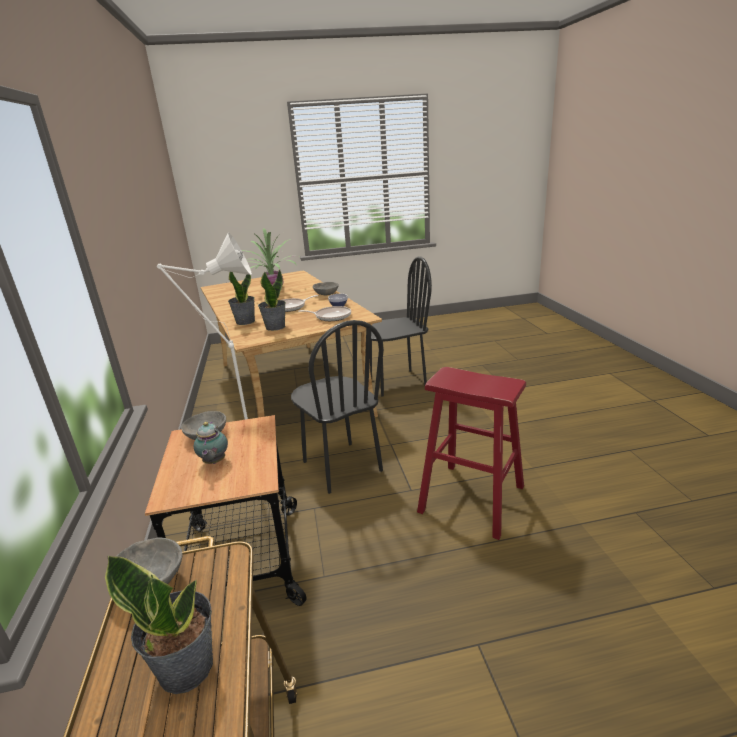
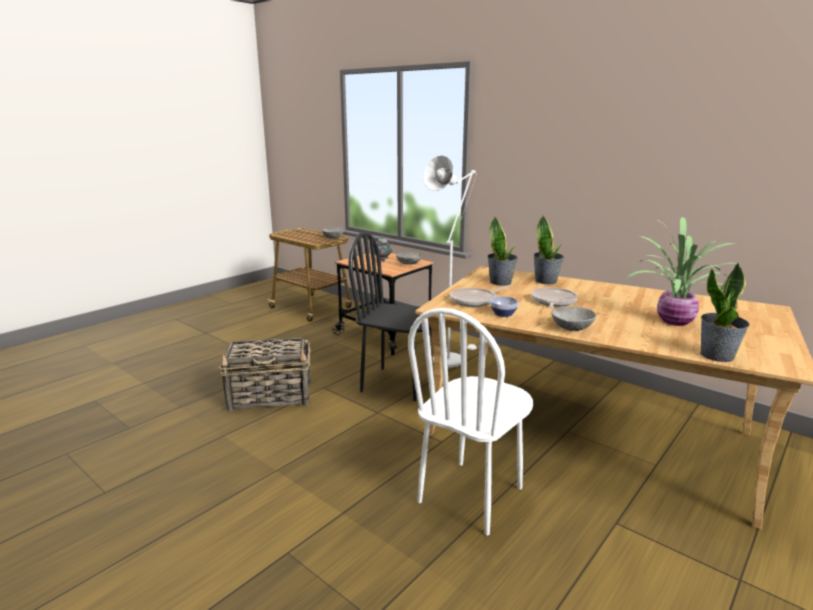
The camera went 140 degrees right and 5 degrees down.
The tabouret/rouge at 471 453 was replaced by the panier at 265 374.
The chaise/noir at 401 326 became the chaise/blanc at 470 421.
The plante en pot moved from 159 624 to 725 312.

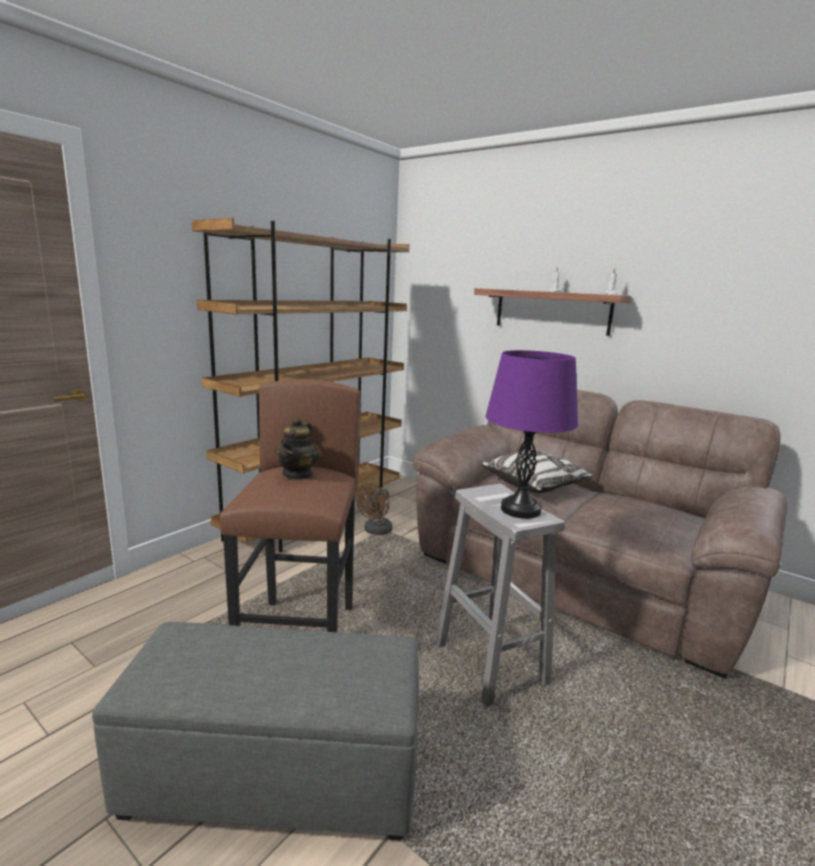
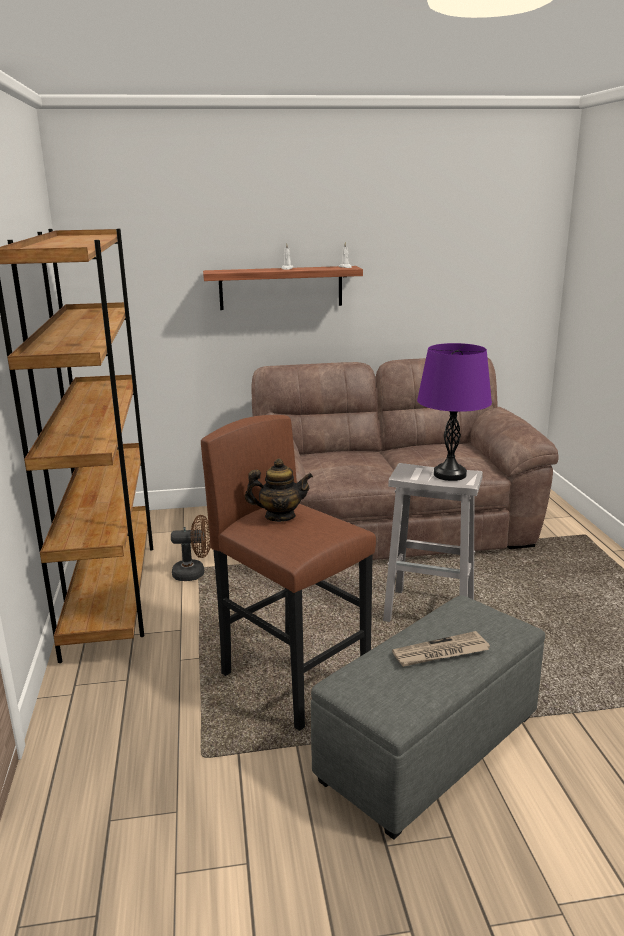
The camera went 45 degrees left and 5 degrees up.
The ventilateur/marron at 374 509 turned 75 degrees counterclockwise.
The théière at 297 448 turned 60 degrees counterclockwise.
The journal at 441 649 appeared.
The coussin at 537 471 disappeared.

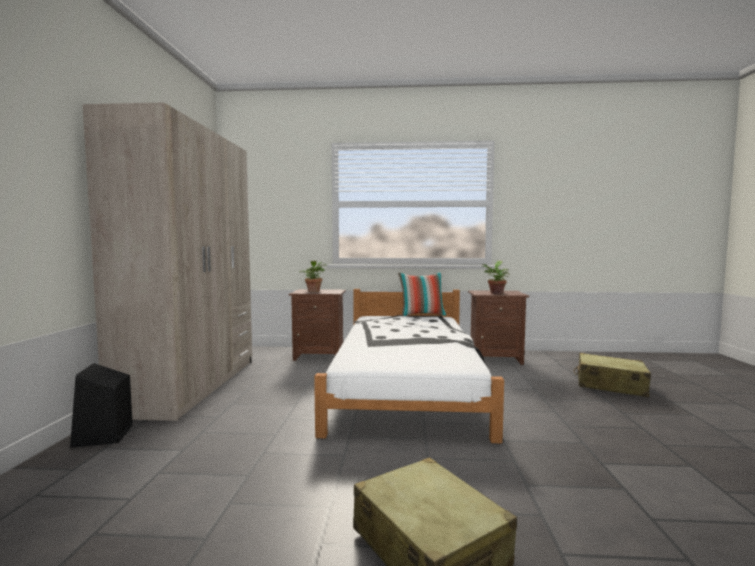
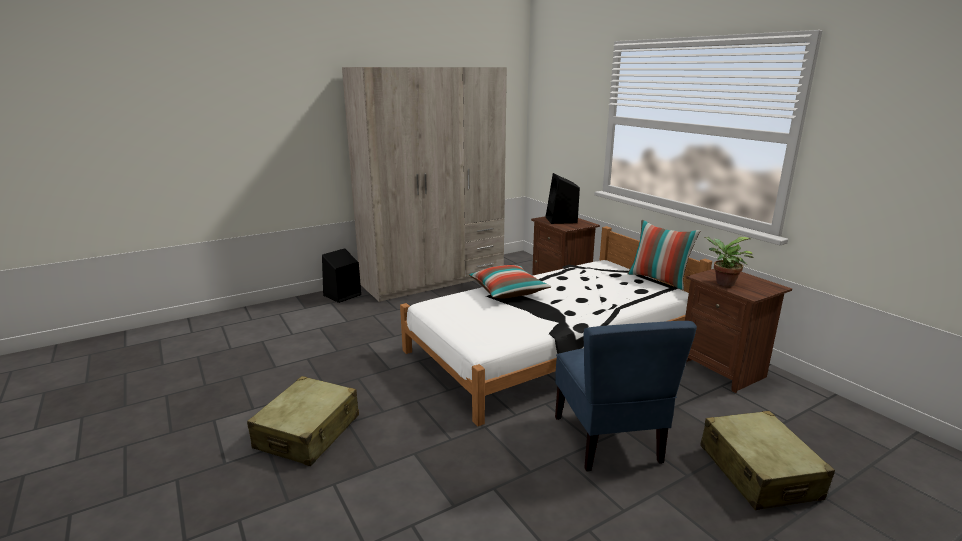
The camera went 55 degrees right and 15 degrees up.
The coussin at 510 281 appeared.
The plante en pot at 313 276 was replaced by the enceinte/noir at 563 198.
The chaise/bleu at 626 396 appeared.

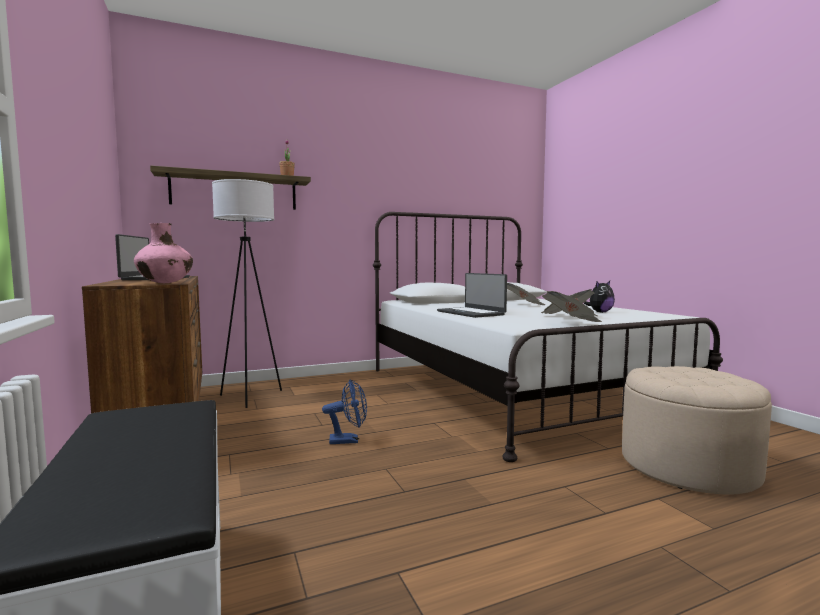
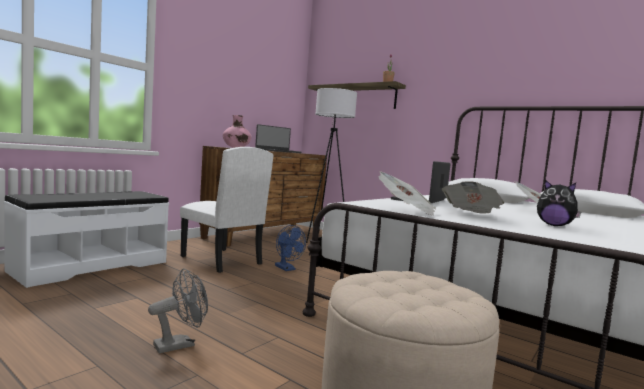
The camera went 60 degrees right and 0 degrees up.
The ventilateur/gris at 178 310 appeared.
The chaise/blanc at 226 210 appeared.

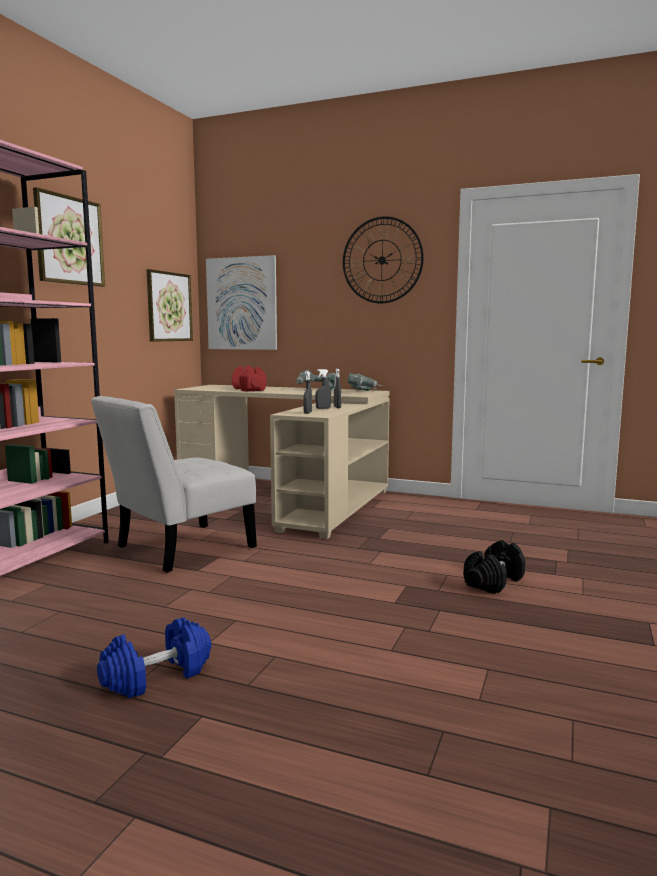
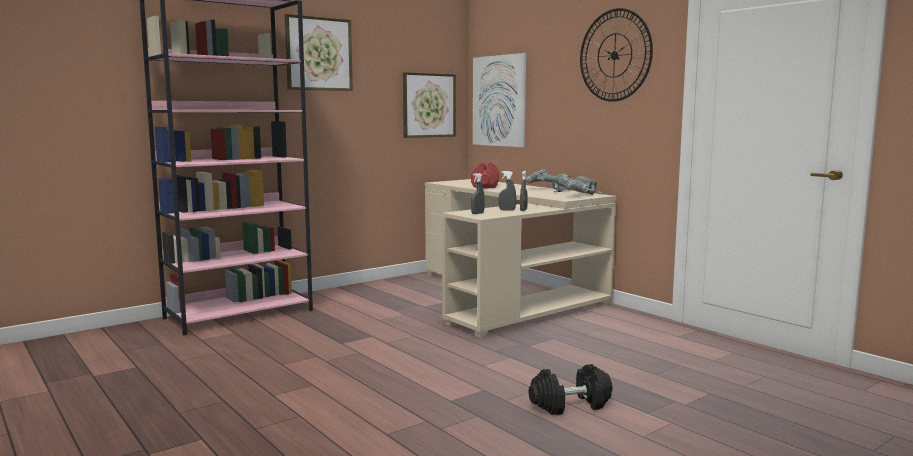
The camera went 30 degrees right and 0 degrees up.
The chaise/blanc at 174 484 disappeared.
The haltère/bleu at 154 658 disappeared.

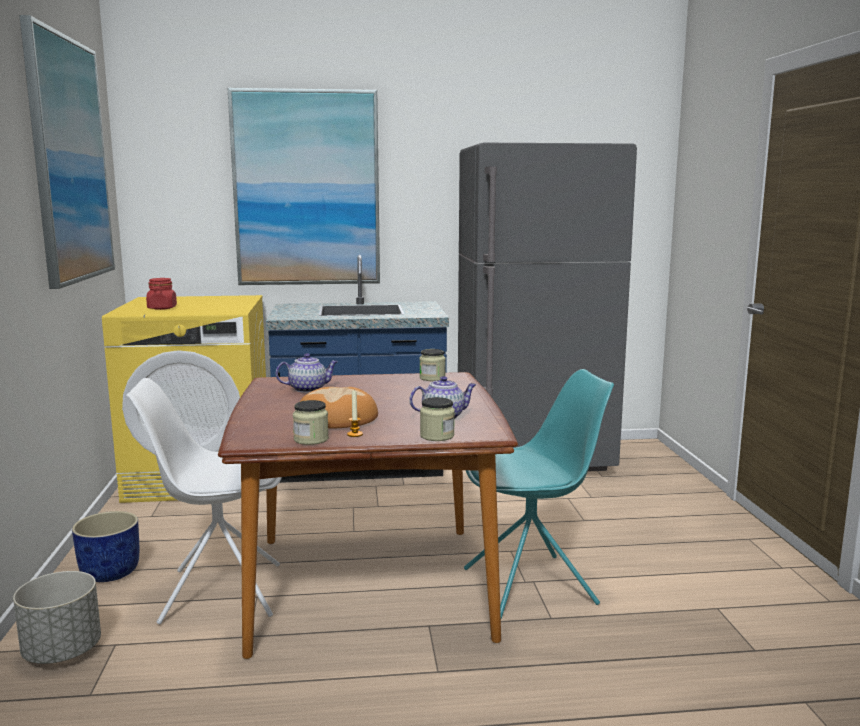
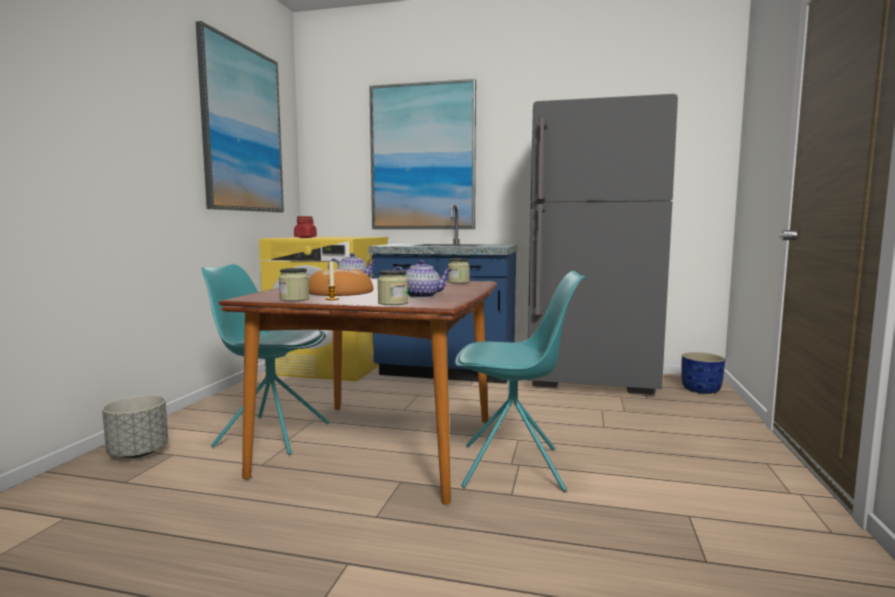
The camera went 20 degrees right and 5 degrees down.
The chaise/blanc at 204 501 became the chaise/turquoise at 265 359.
The cache-pot/bleu moved from 105 546 to 703 373.

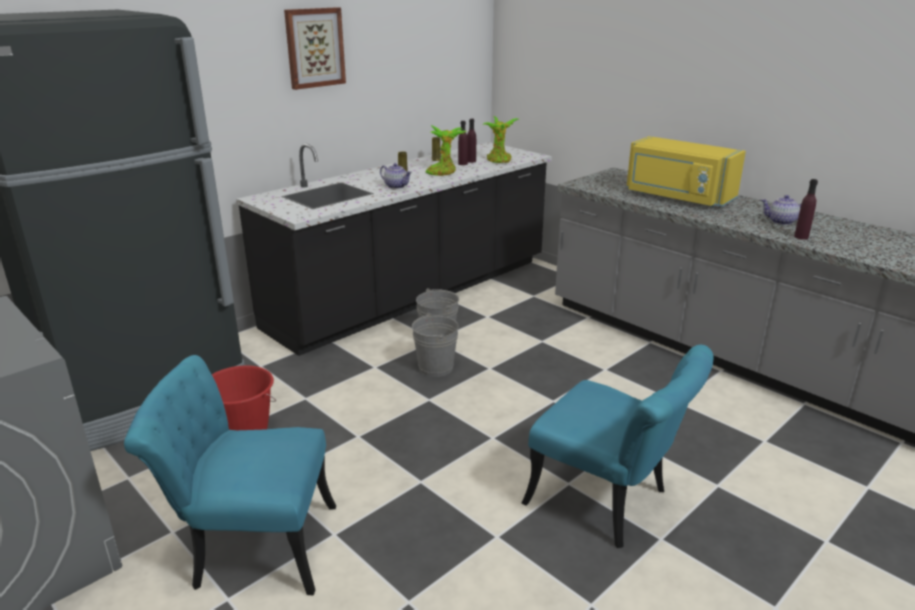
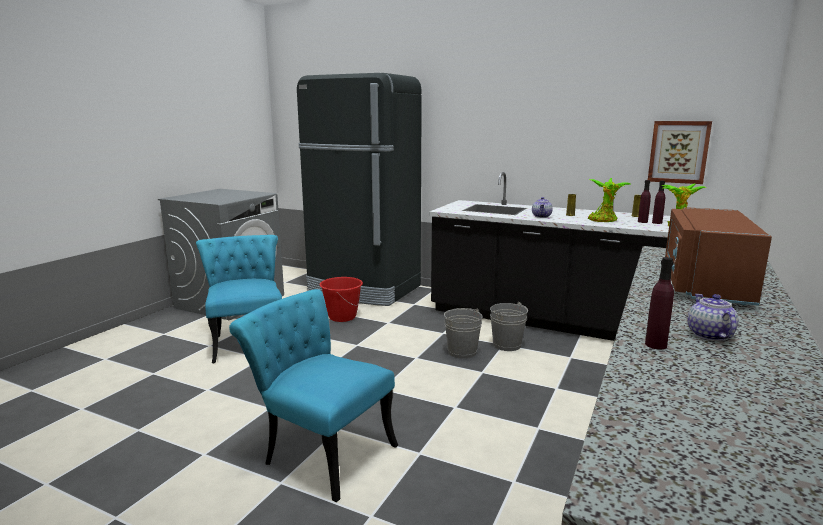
The camera went 70 degrees right and 10 degrees down.
The chaise/turquoise at 617 446 turned 105 degrees clockwise.
The tableau moved from 315 48 to 680 152.
The micro-ondes/jaune at 686 171 became the micro-ondes/marron at 718 256.

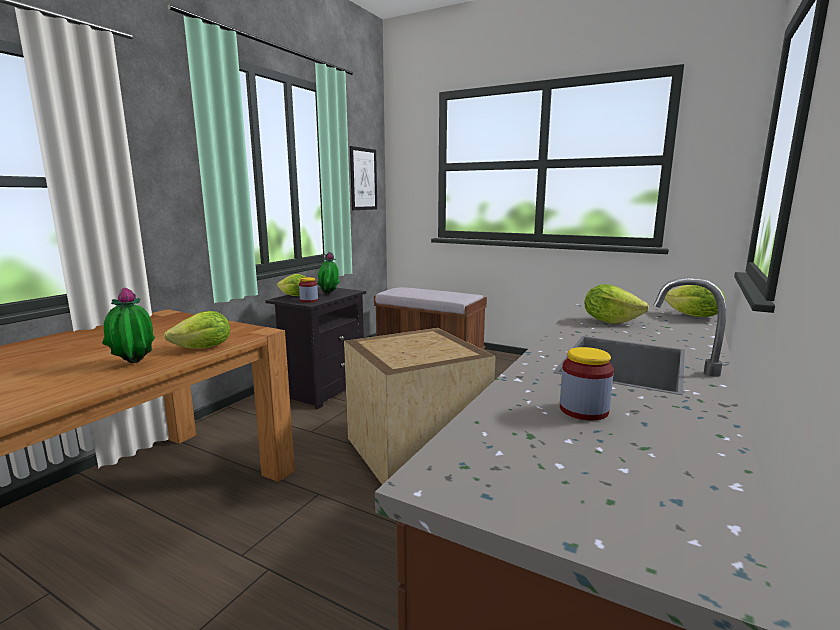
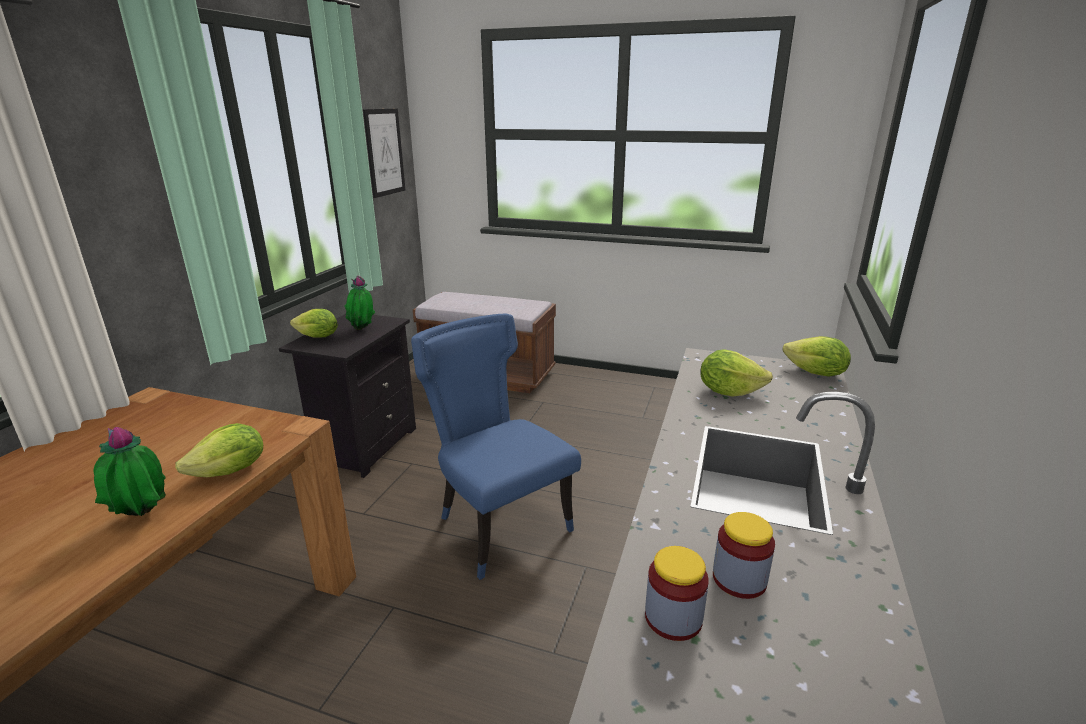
The camera went 10 degrees left and 10 degrees up.
The caisse at 420 406 was replaced by the chaise/bleu at 496 447.
The bocal moved from 308 290 to 677 593.

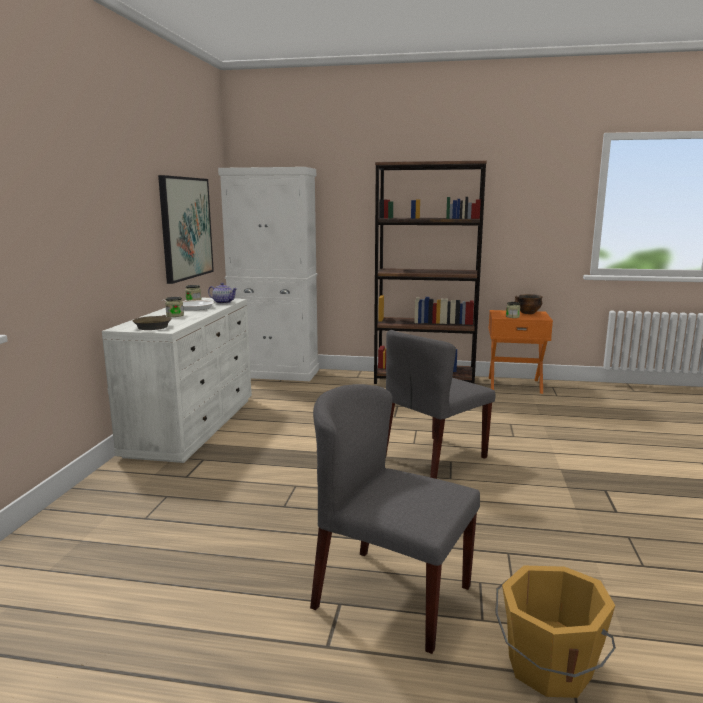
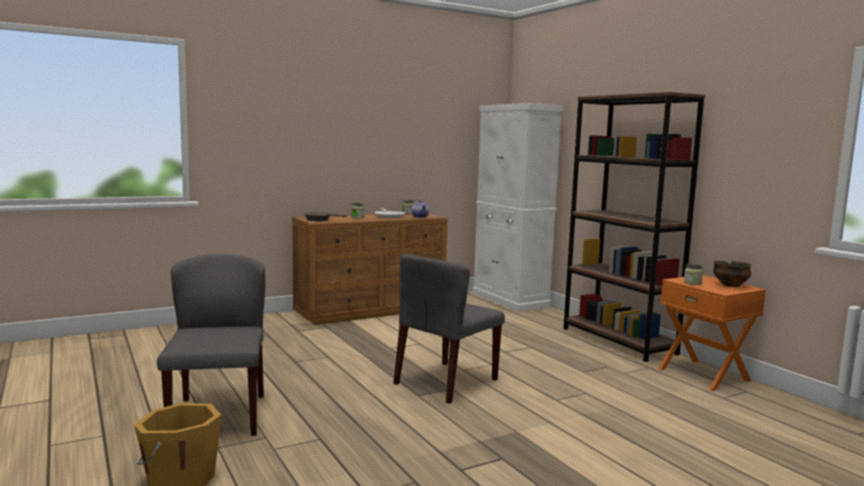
The camera went 50 degrees right and 5 degrees down.
The commode/blanc at 177 380 became the commode/marron at 370 269.
The chaise/gris at 441 404 turned 60 degrees counterclockwise.
The tableau at 186 229 disappeared.

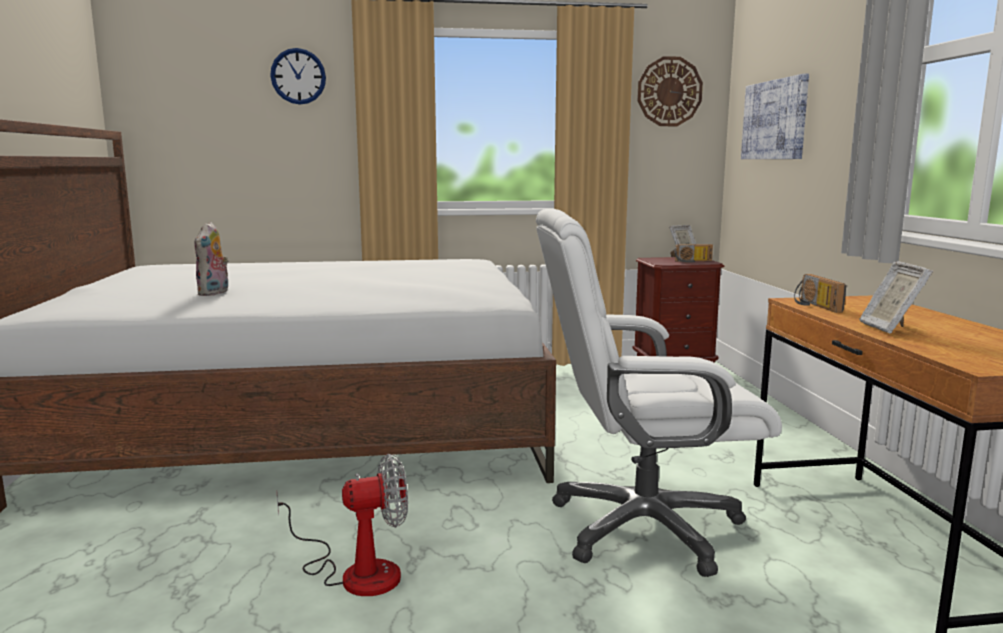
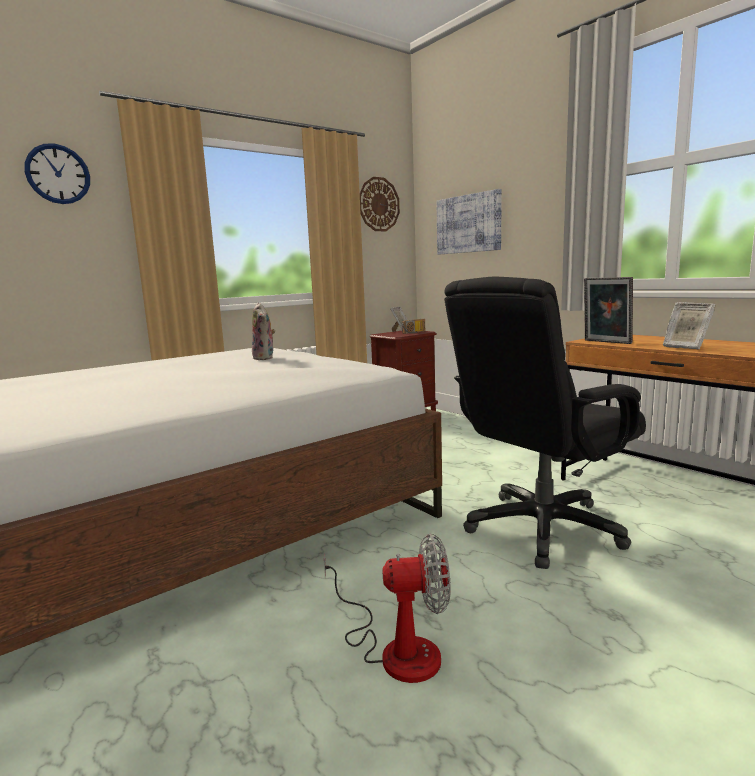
The camera went 30 degrees left and 0 degrees up.
The peluche moved from 211 259 to 263 331.
The ventilateur at 342 525 turned 45 degrees clockwise.
The chaise de bureau/blanc at 659 393 became the chaise de bureau/noir at 545 423.
The radio at 820 293 was replaced by the cadre photo at 608 310.

